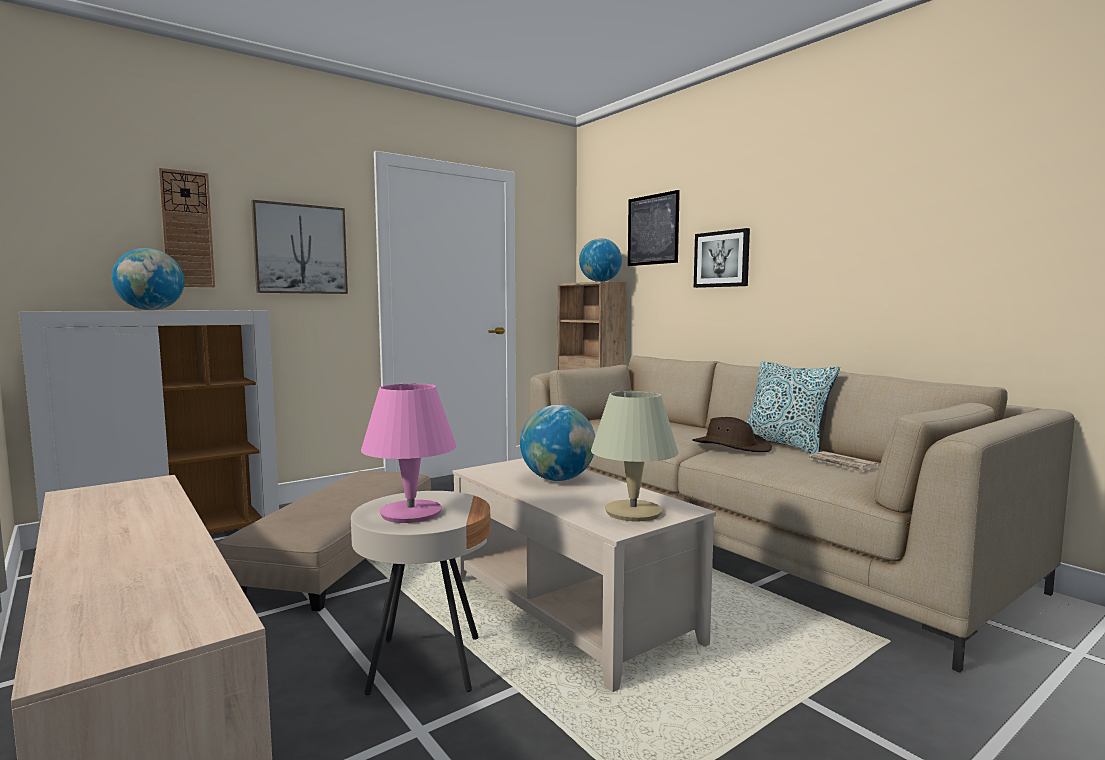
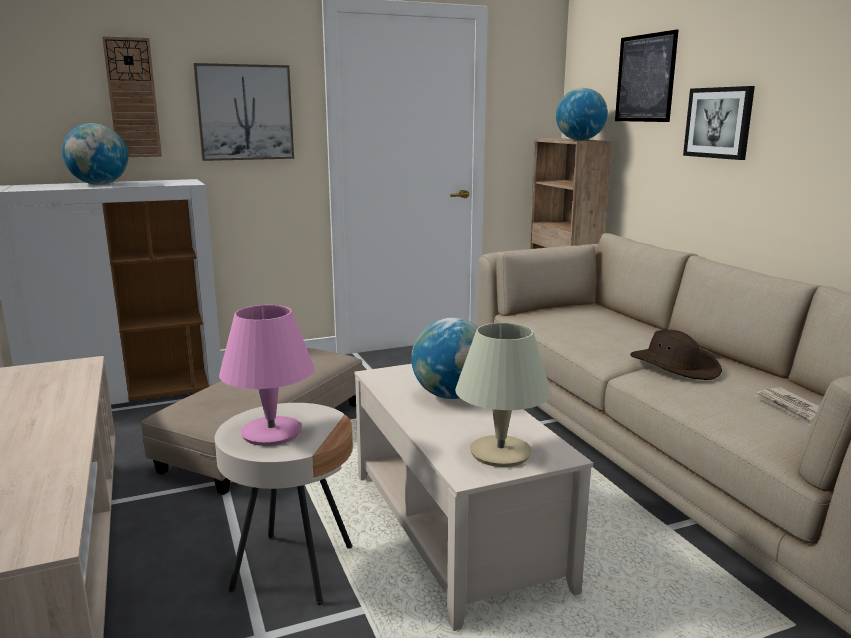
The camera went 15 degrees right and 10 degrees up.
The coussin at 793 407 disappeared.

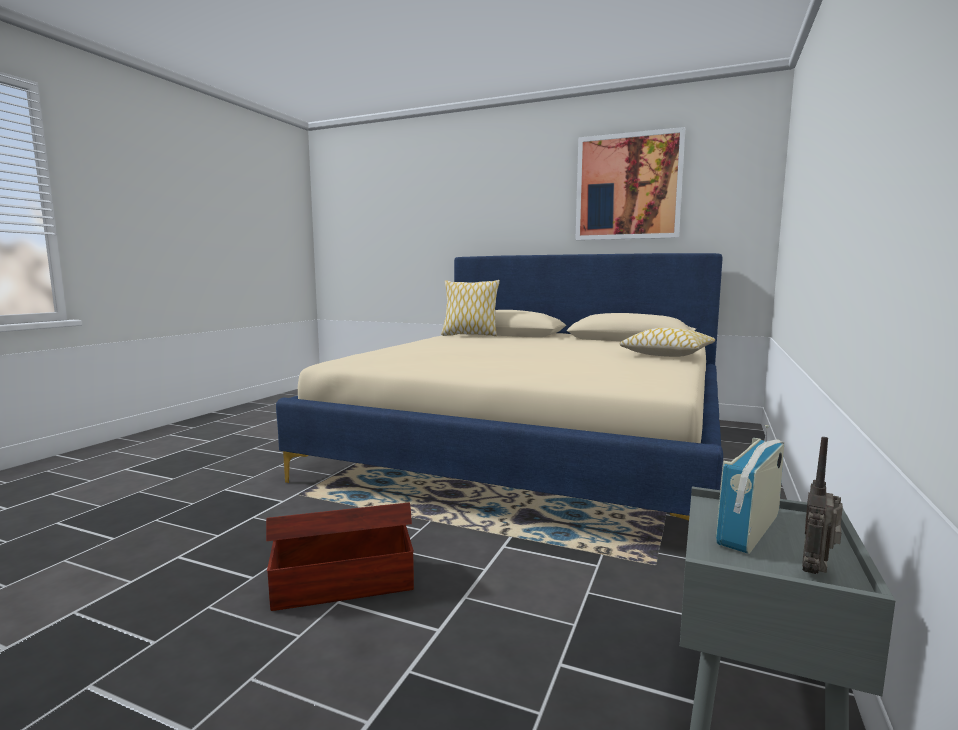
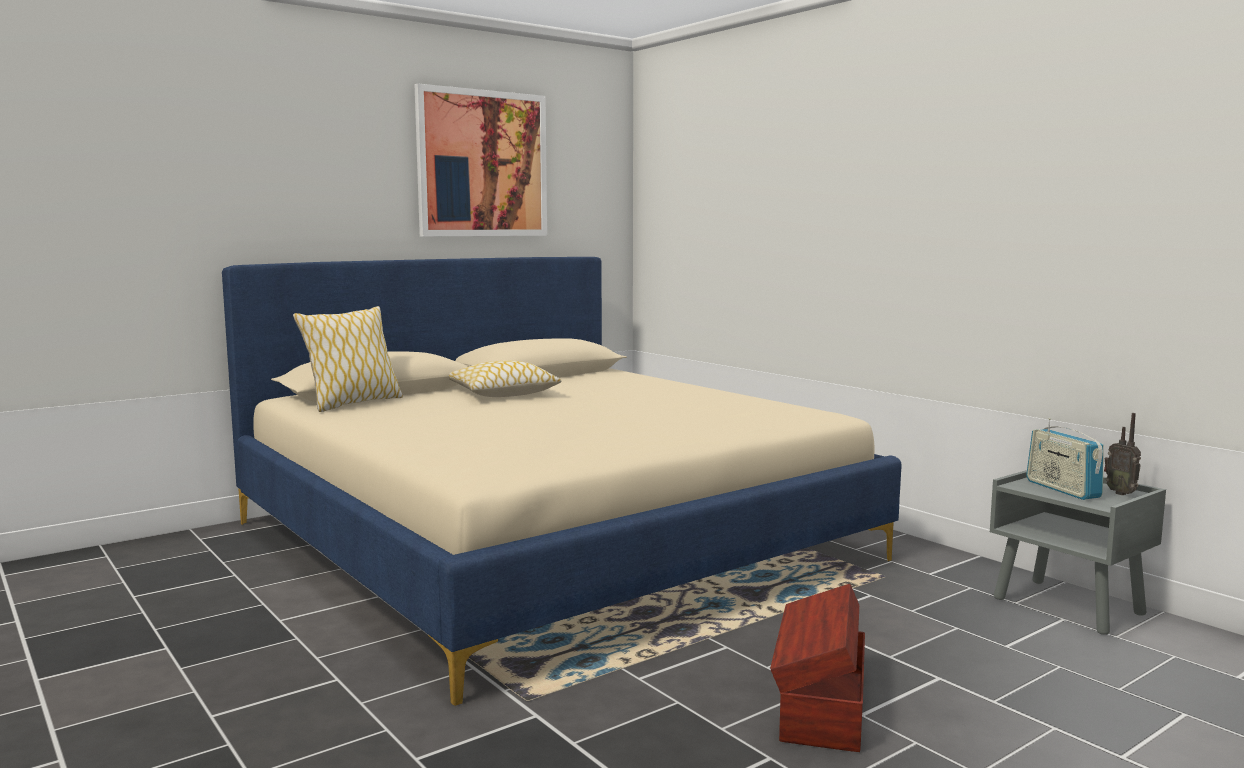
The camera went 60 degrees left and 0 degrees up.
The coussin moved from 667 342 to 505 378.

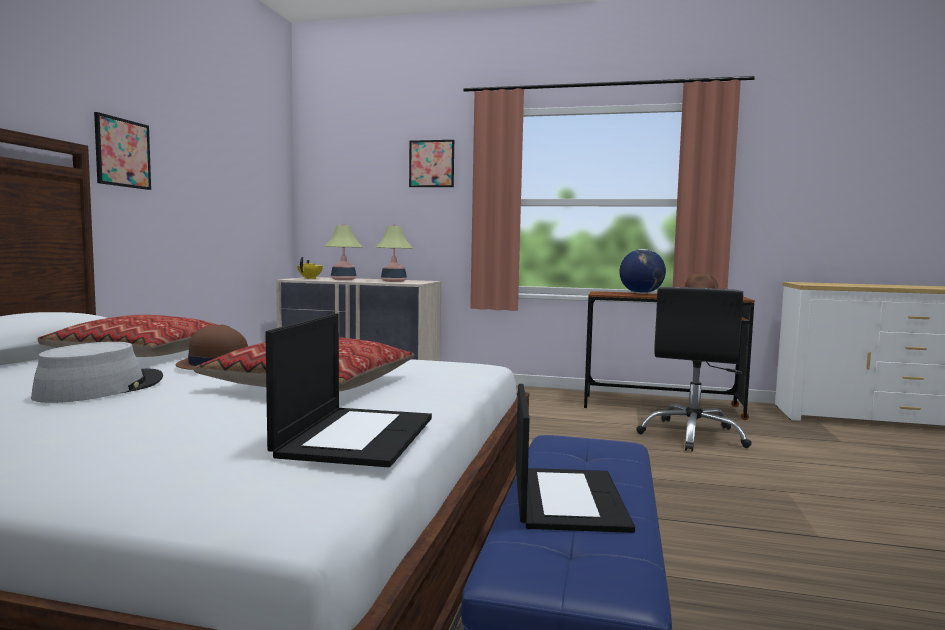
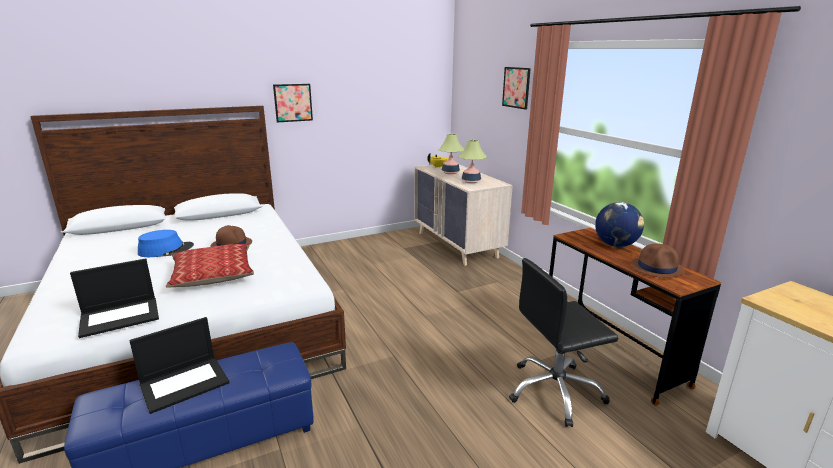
The camera went 50 degrees right and 15 degrees up.
The chapeau/gris at 97 372 became the chapeau/bleu at 166 243.
The coussin at 128 336 disappeared.

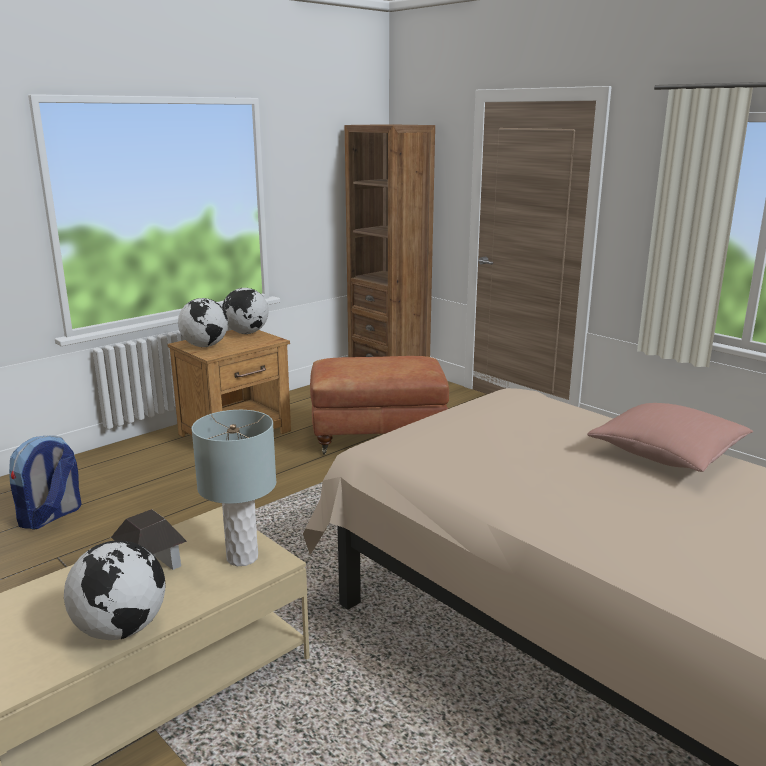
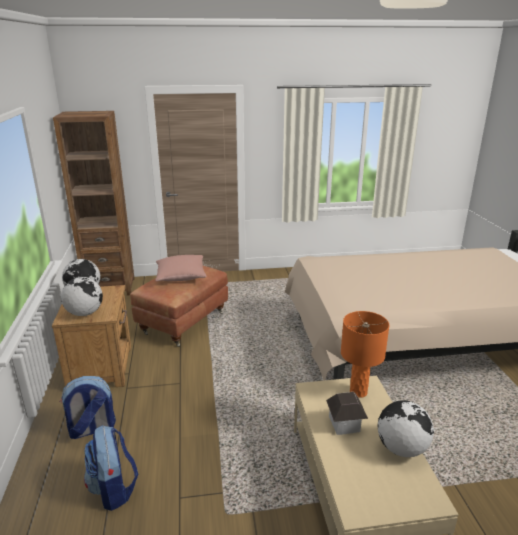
The camera went 55 degrees left and 5 degrees up.
The sac à dos at 88 407 appeared.
The coussin/rose moved from 670 437 to 181 268.
The lampe de table/gris at 234 488 became the lampe de table/orange at 365 354.

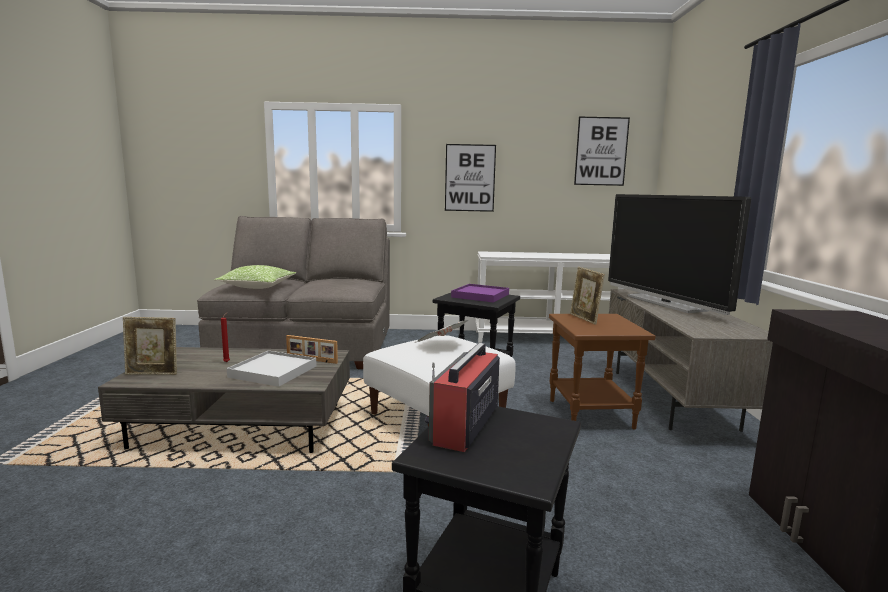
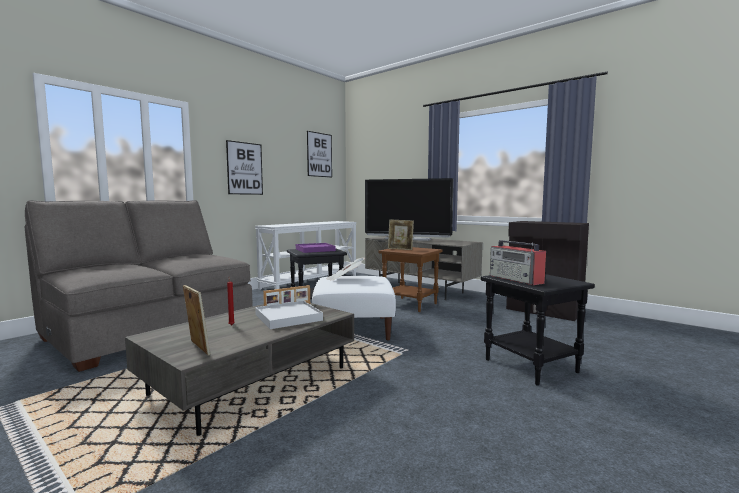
The camera went 50 degrees left and 5 degrees down.
The cadre photo at 150 346 turned 75 degrees counterclockwise.
The coussin at 255 277 disappeared.

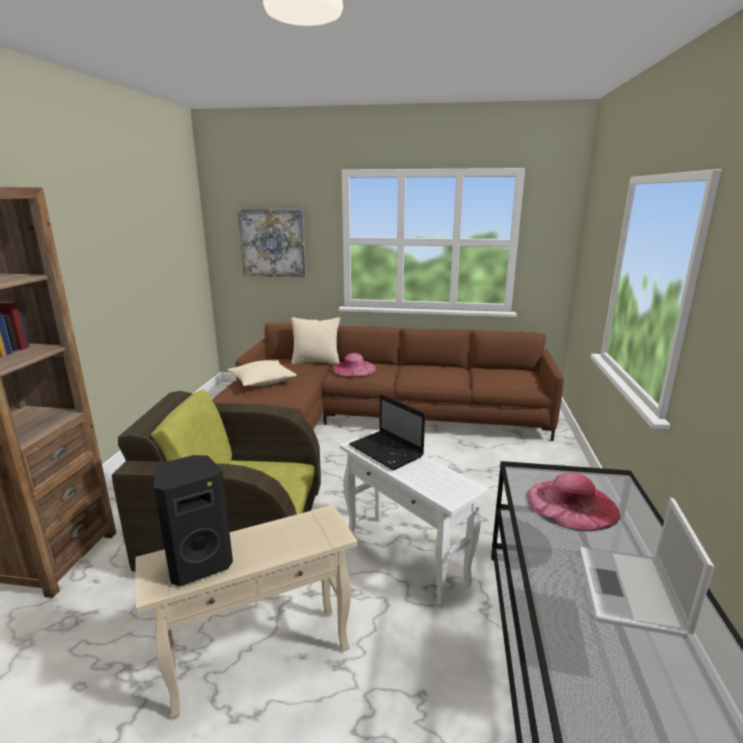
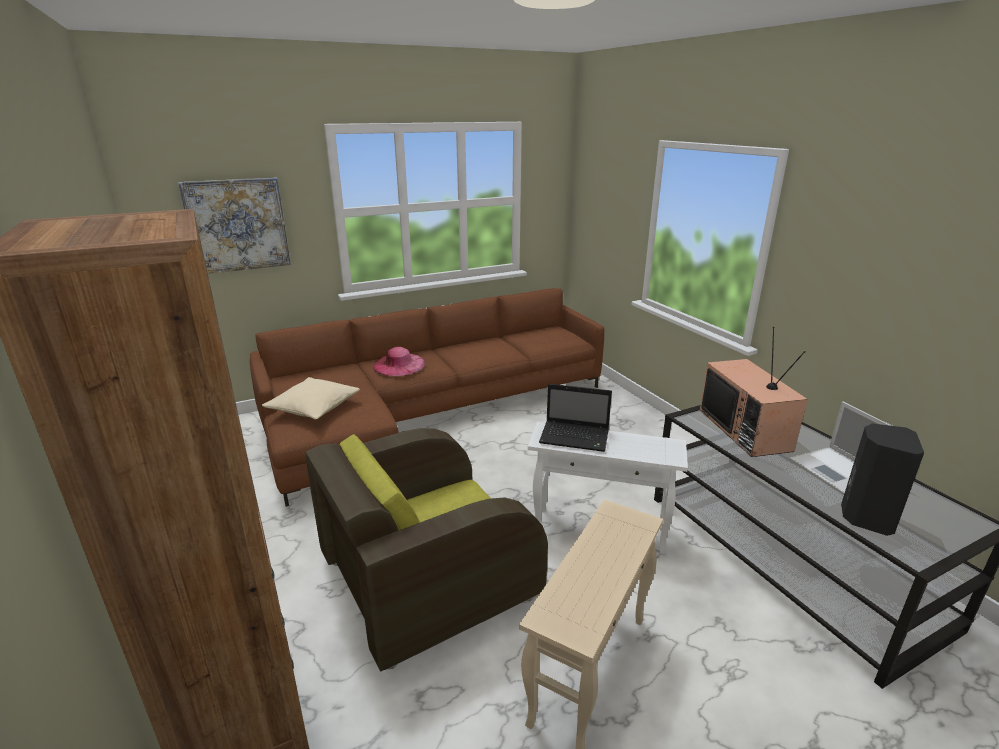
The camera went 35 degrees left and 5 degrees up.
The chapeau/rose at 573 502 was replaced by the téléviseur at 754 392.
The enceinte/noir moved from 193 520 to 882 479.
The coussin/beige at 315 340 disappeared.

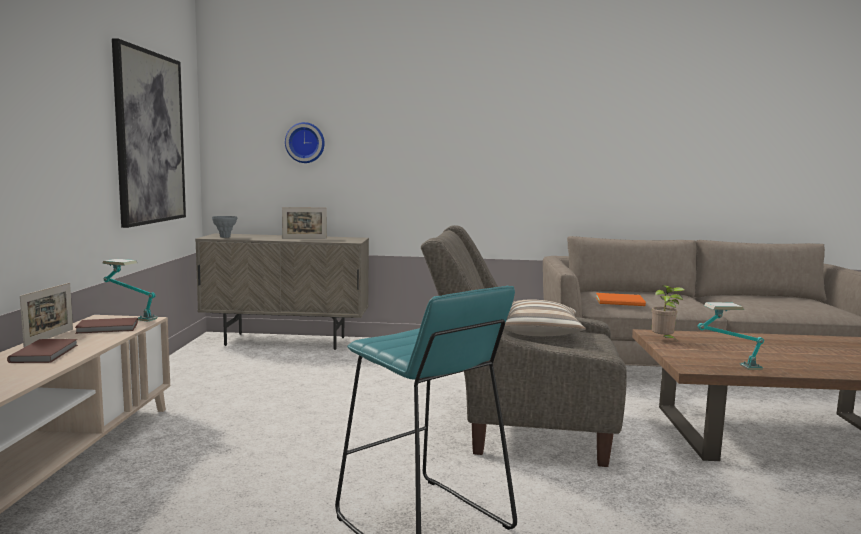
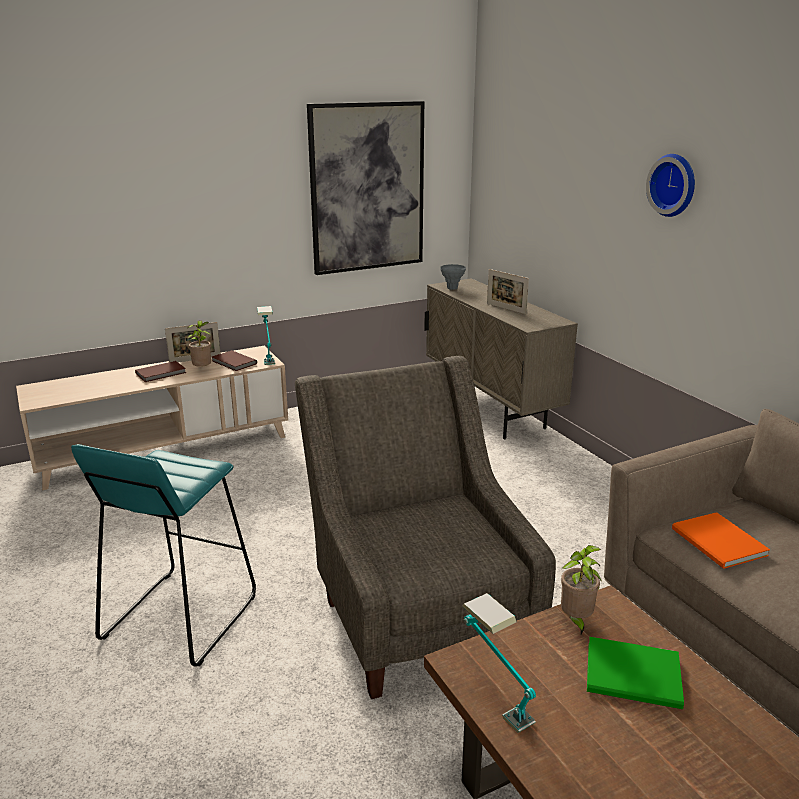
The camera went 60 degrees right and 15 degrees up.
The plante en pot at 199 343 appeared.
The livre/vert at 635 673 appeared.
The horloge murale moved from 305 142 to 670 185.
The coussin at 545 317 disappeared.

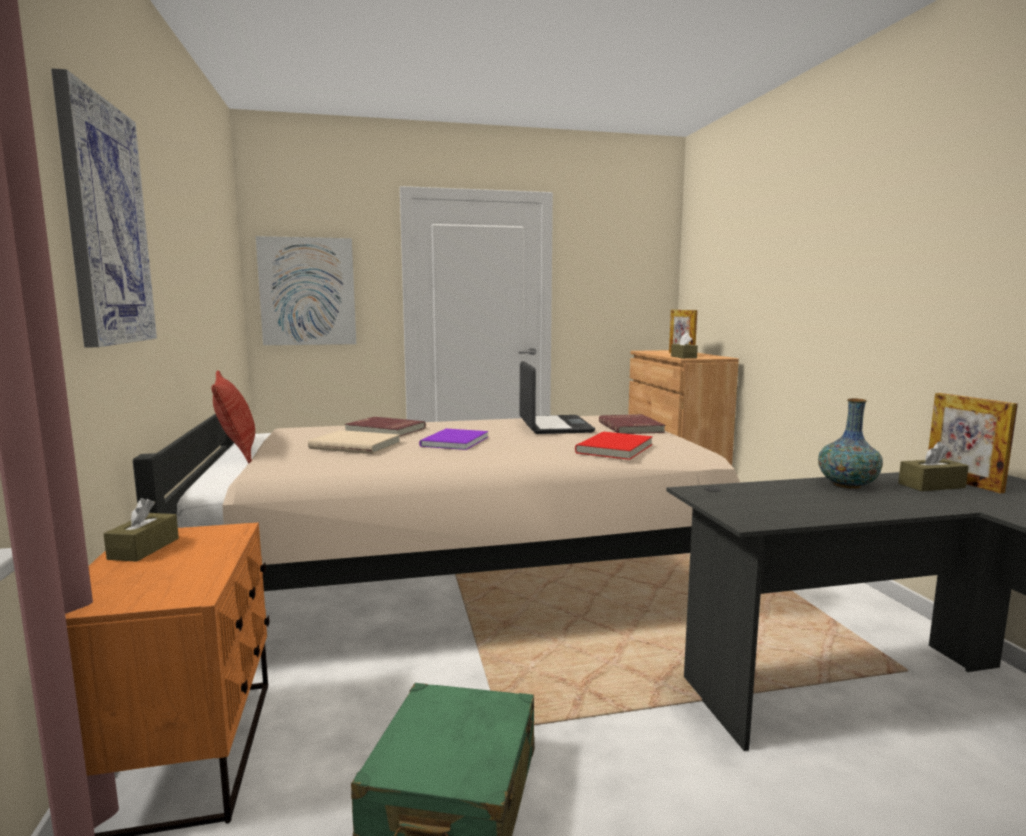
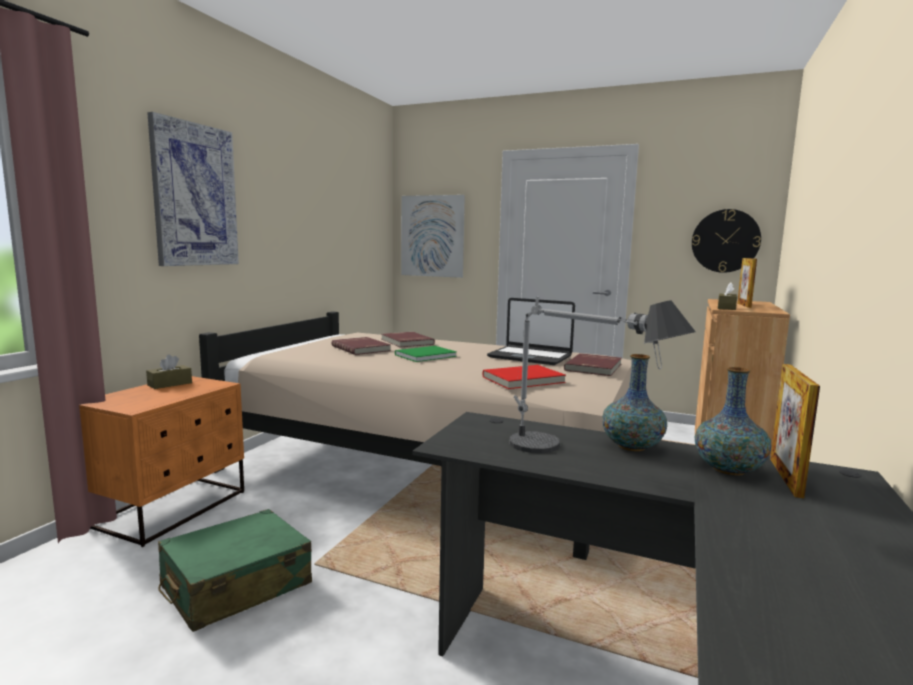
The camera went 35 degrees right and 0 degrees up.
The livre/beige at 354 442 became the livre/rouge at 361 346.
The livre/violet at 453 439 became the livre/vert at 426 354.
The ordinateur portable at 557 397 turned 90 degrees clockwise.
The lampe de table at 602 375 appeared.
The horloge murale at 726 241 appeared.
The boîte à mouchoirs/marron at 933 466 was replaced by the vase at 733 421.
The coussin at 233 416 disappeared.

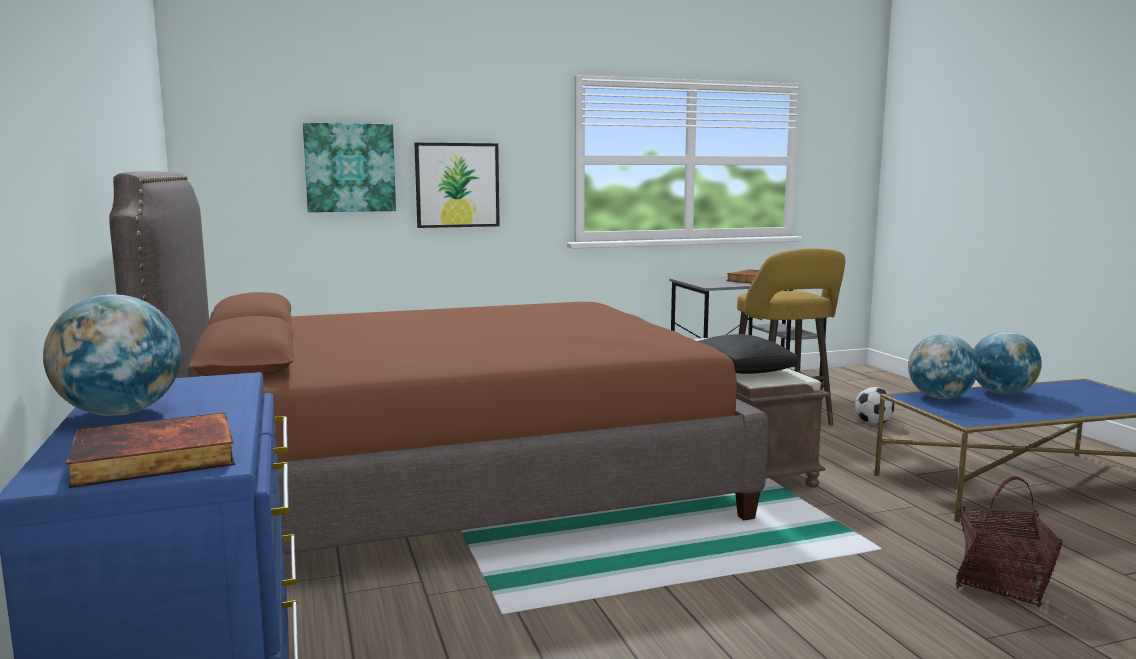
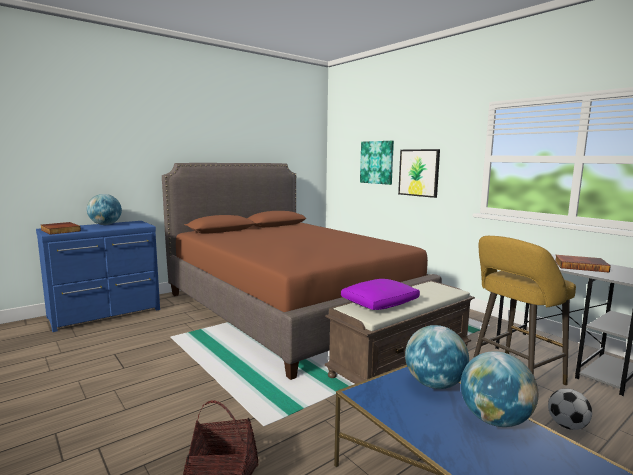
The camera went 70 degrees right and 0 degrees up.
The coussin/noir at 748 354 became the coussin/violet at 380 294.

